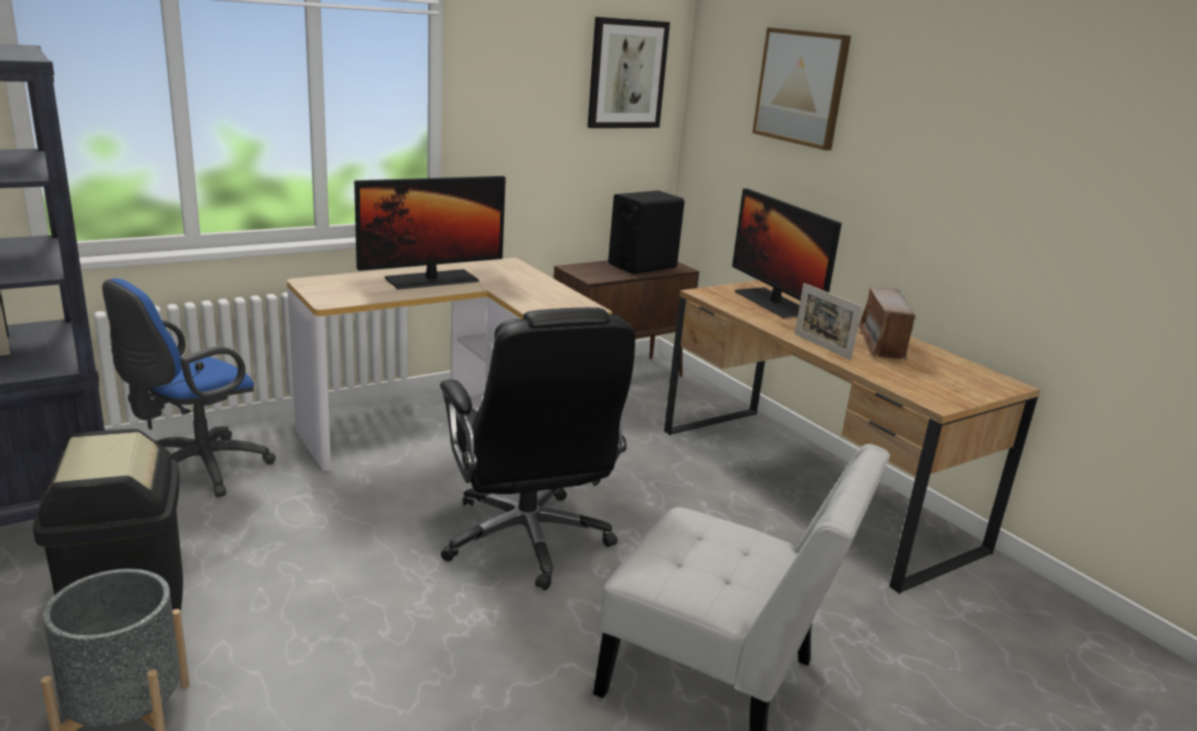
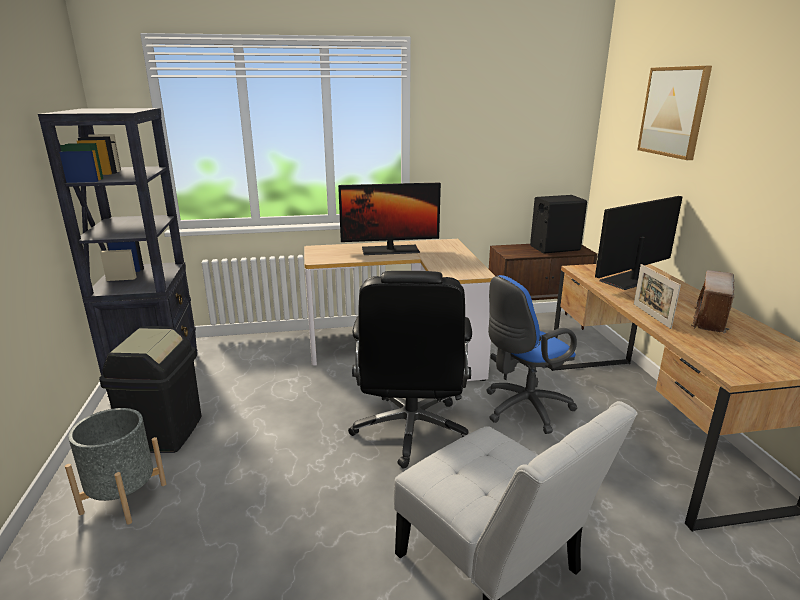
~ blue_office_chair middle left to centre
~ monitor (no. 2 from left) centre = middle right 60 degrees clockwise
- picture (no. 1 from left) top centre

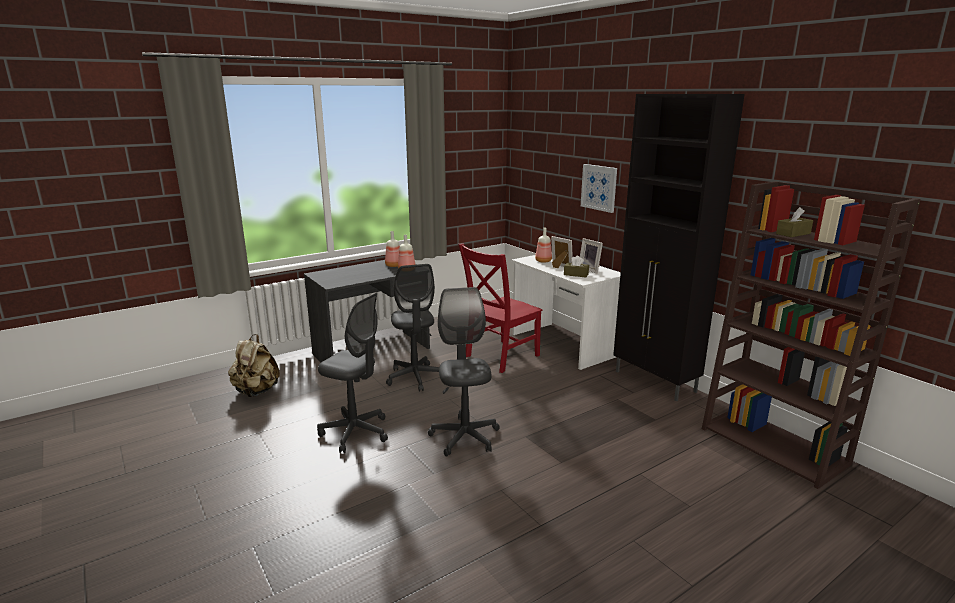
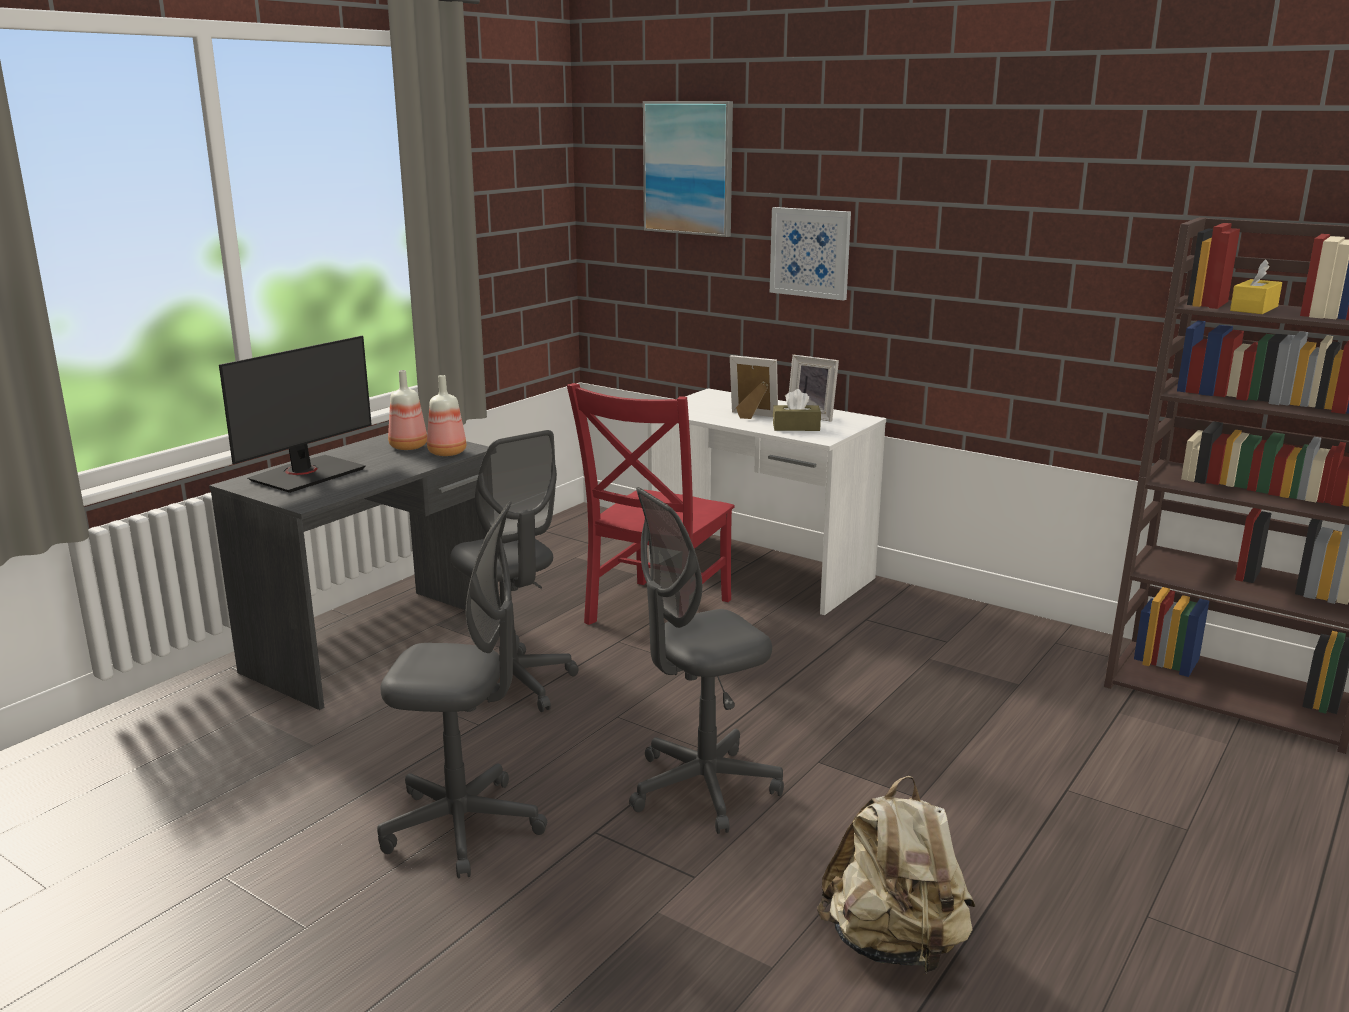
+ monitor middle left
~ grey_office_chair (no. 3 from left) centre = centre 90 degrees counterclockwise
+ picture (no. 1 from left) top centre
~ beige_backpack middle left to bottom centre
~ brown_tissue_box (no. 2 from left) middle right to yellow_tissue_box top right
- bottle (no. 3 from left) centre
- black_cabinet middle right

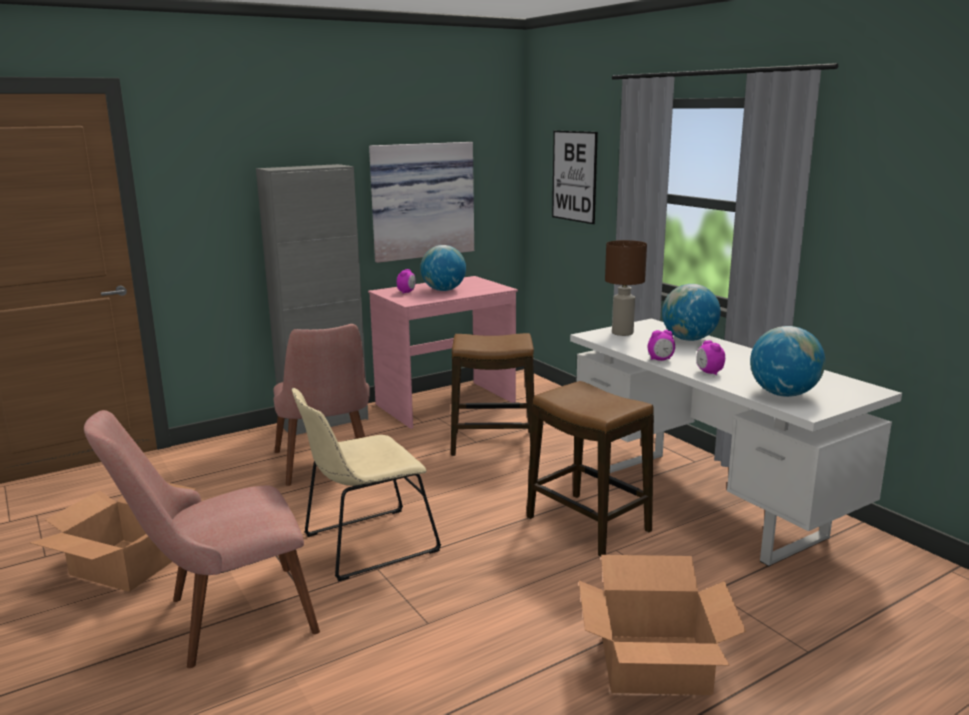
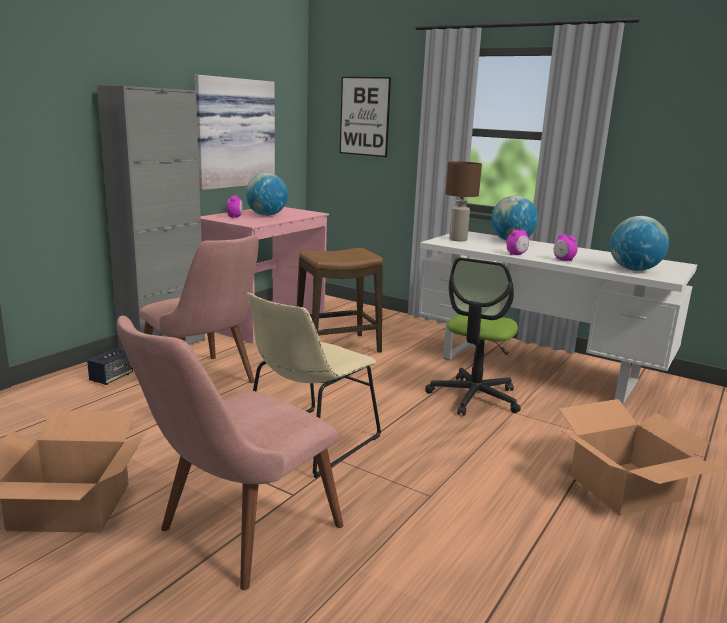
+ speaker middle left
~ stool (no. 2 from left) centre to office_chair centre

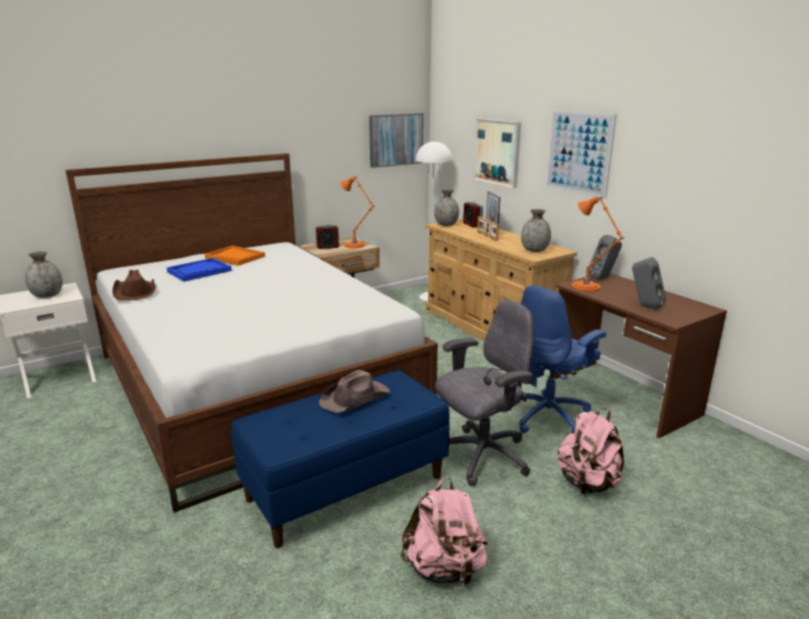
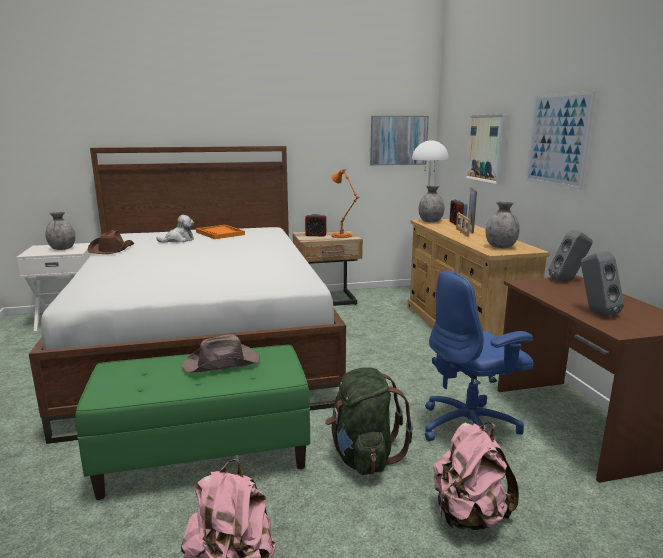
~ blue_bench bottom centre to green_bench bottom left
~ blue_tray middle left to plush_toy middle left
~ grey_office_chair centre to green_backpack bottom centre
- orange_table_lamp (no. 2 from left) middle right

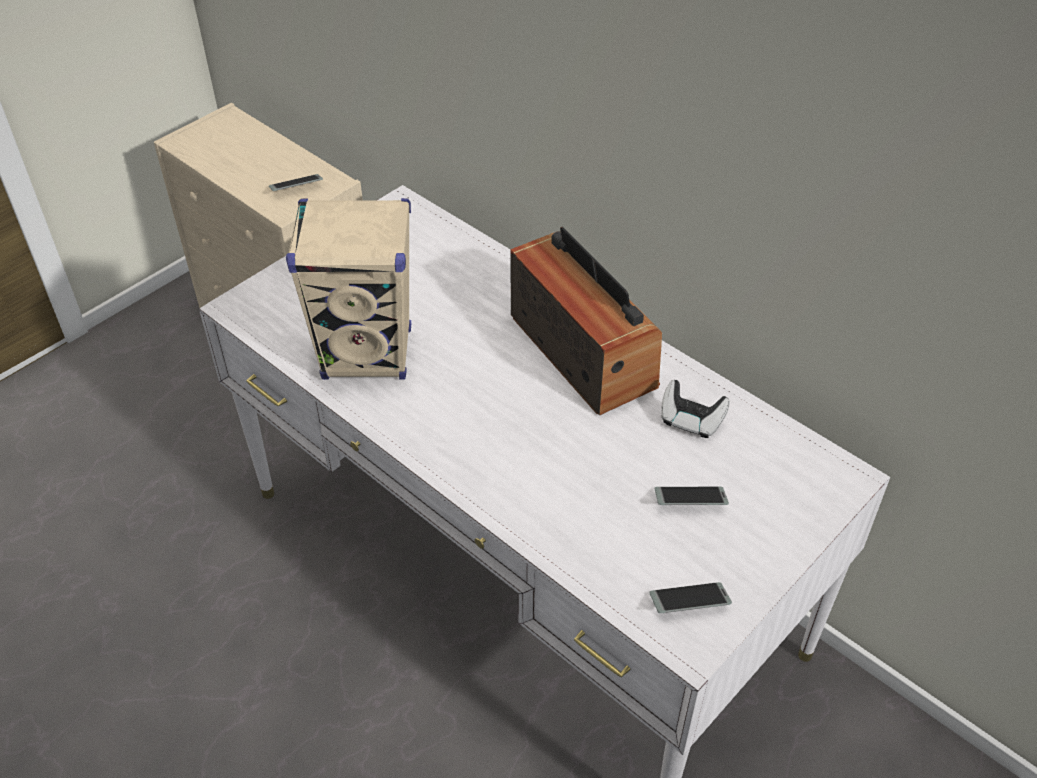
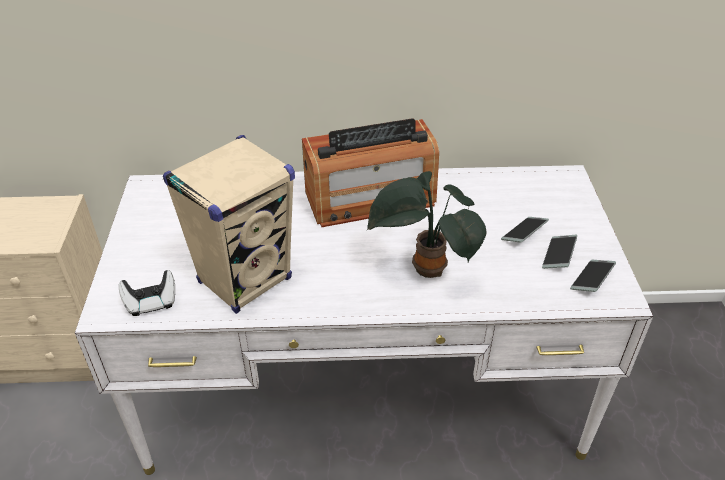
~ game_controller middle right to middle left
~ radio centre = centre 150 degrees clockwise
+ potted_plant centre
~ phone (no. 1 from left in the first image) top left to phone (no. 2 from left) middle right

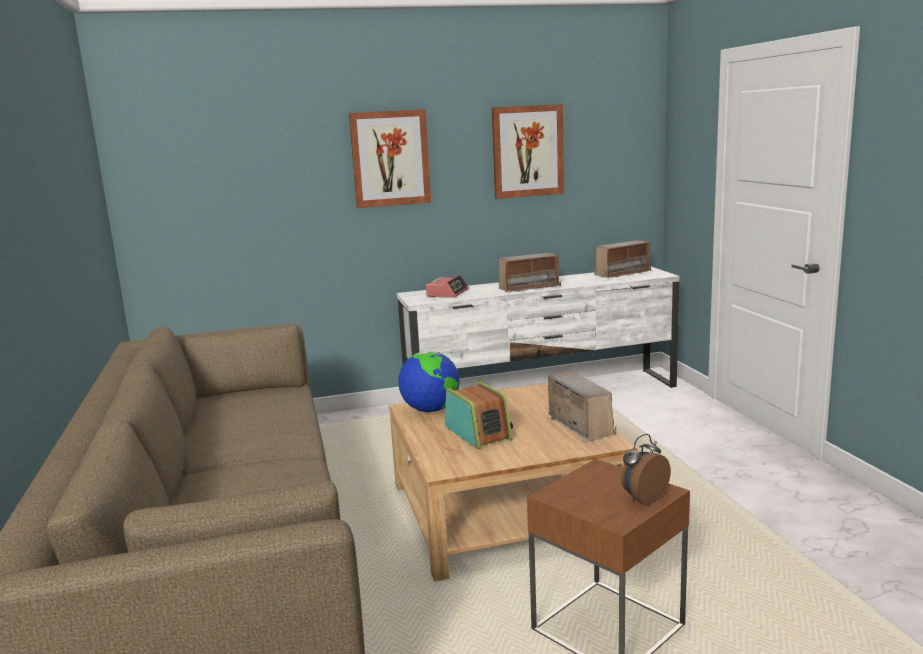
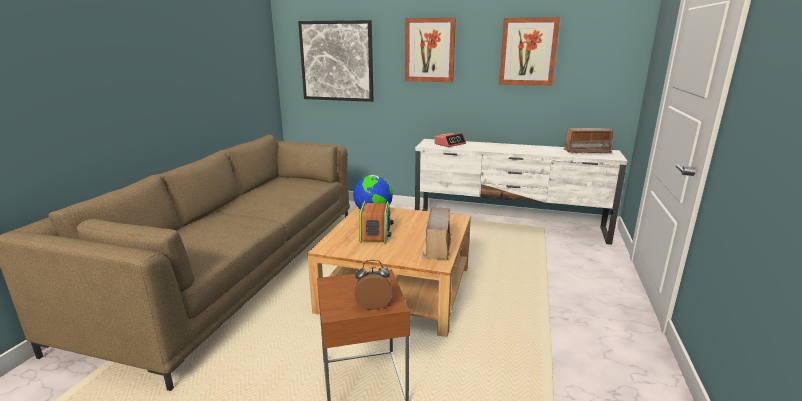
+ picture (no. 1 from left) top centre
- radio (no. 2 from left) centre

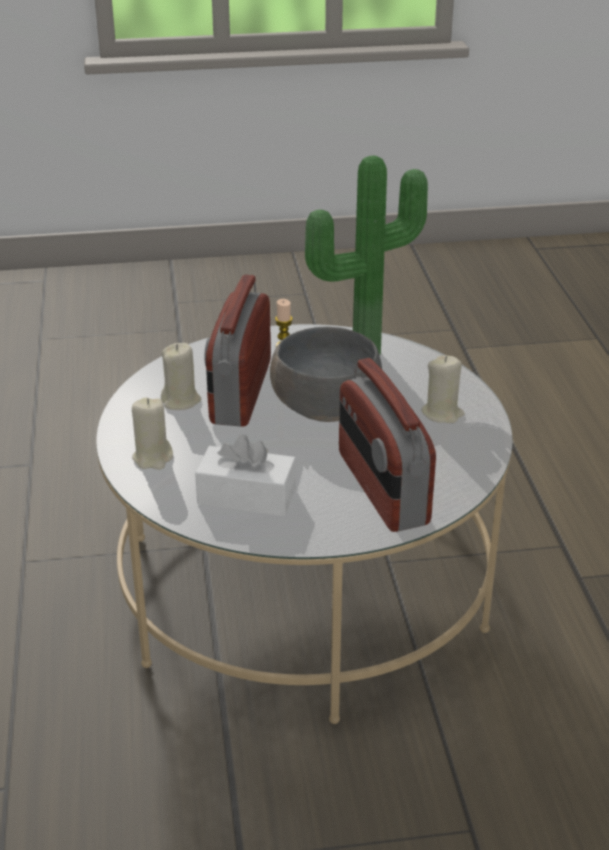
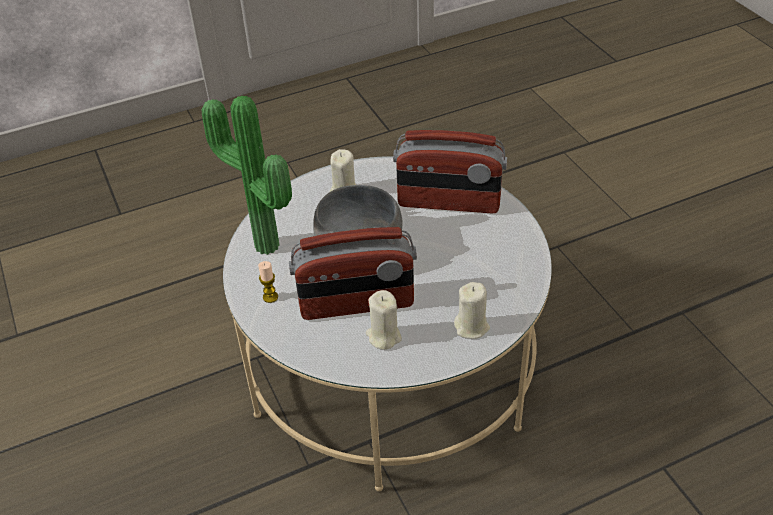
~ radio (no. 2 from left) centre = centre 45 degrees clockwise
- white_tissue_box centre

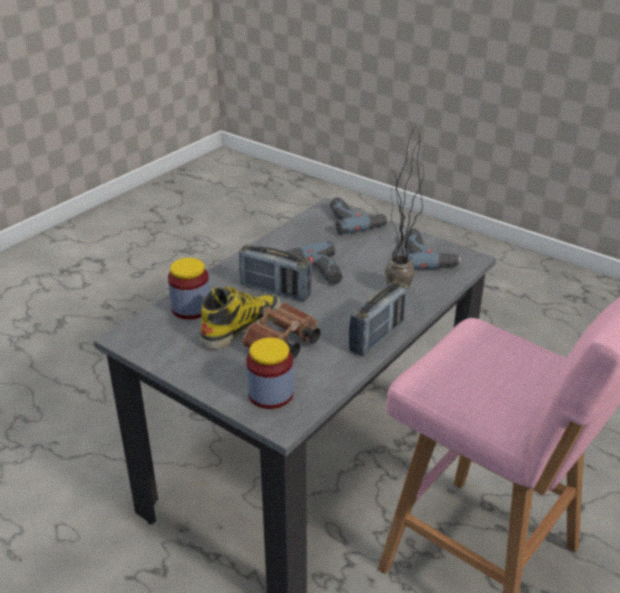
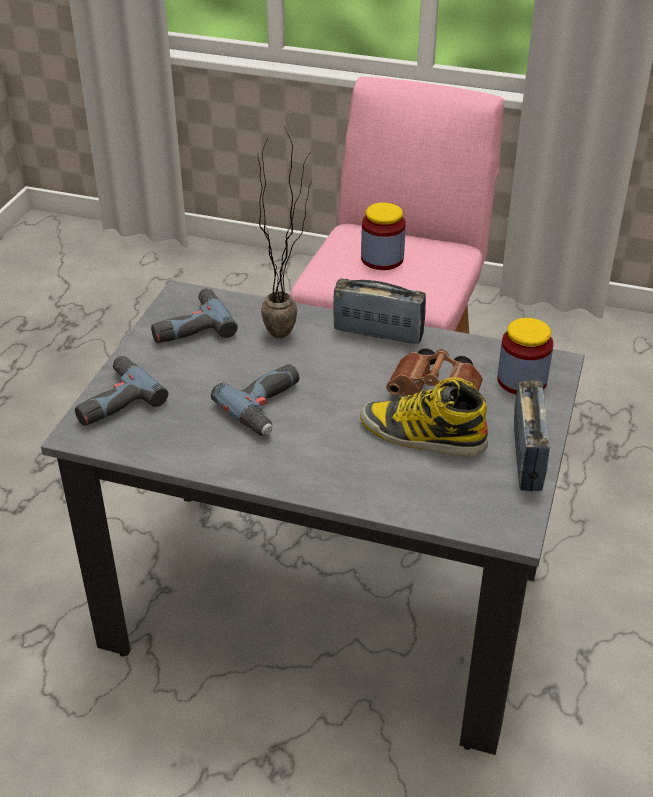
~ jar (no. 1 from left) middle left to top centre
~ radio (no. 1 from left in the first image) centre to radio (no. 2 from left) middle right

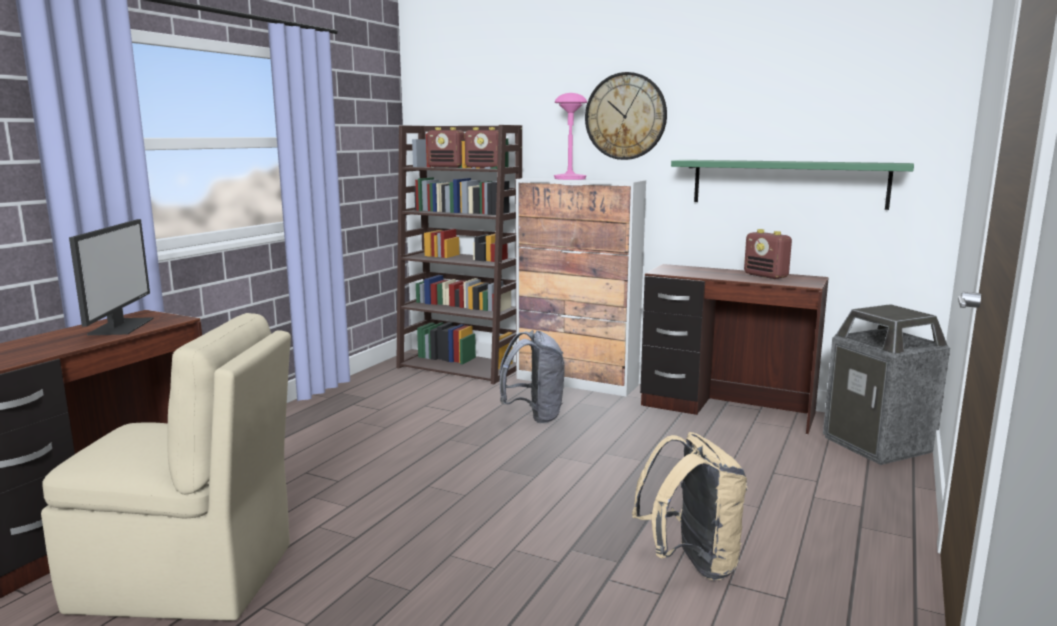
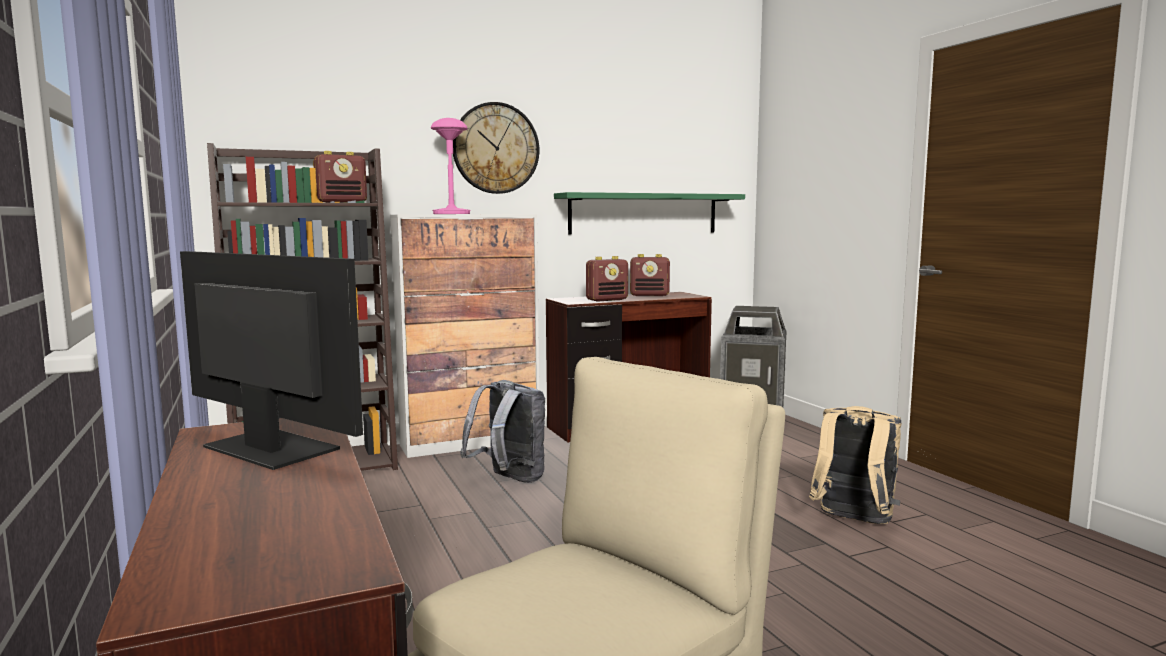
~ radio (no. 1 from left in the first image) top centre to radio (no. 2 from left) centre

